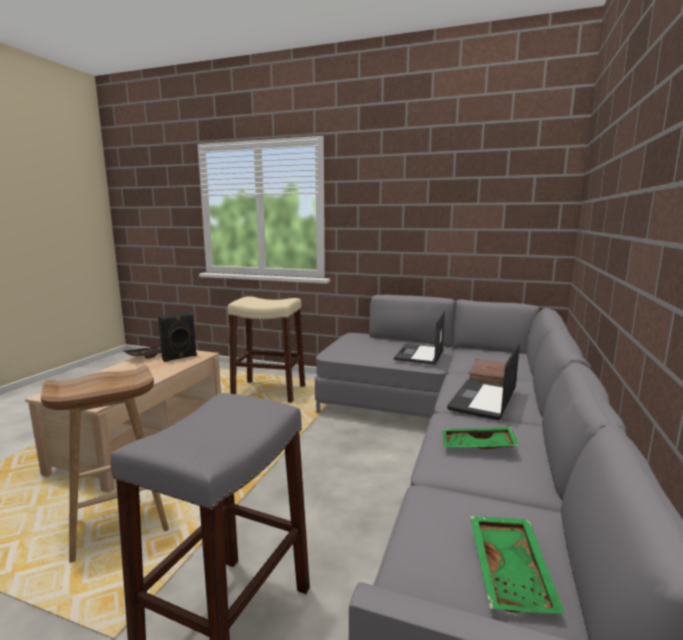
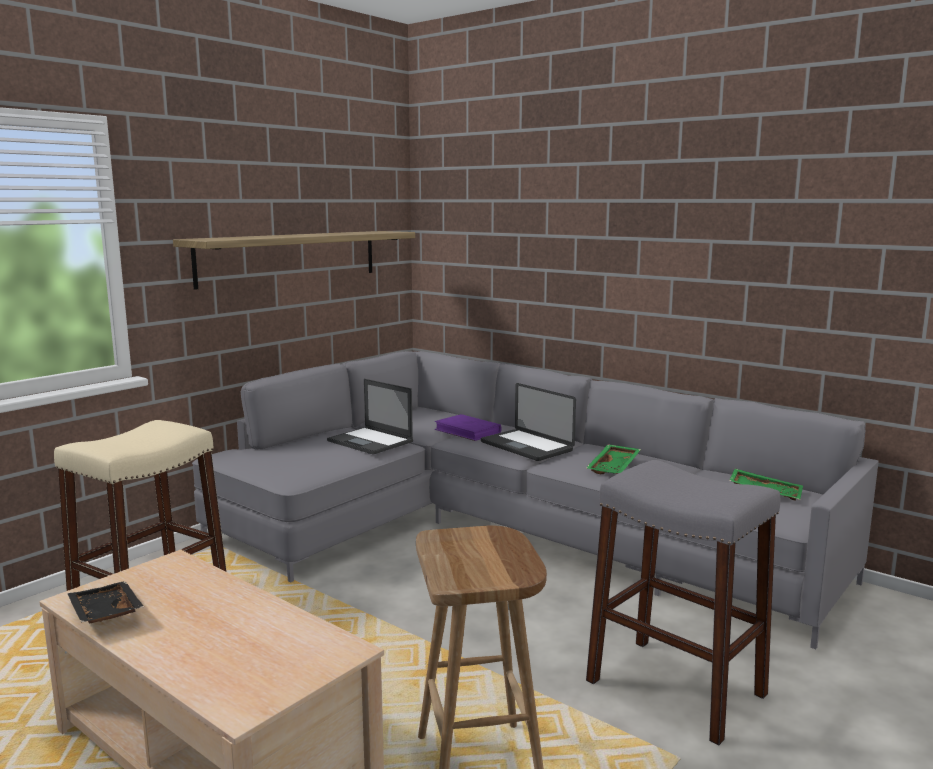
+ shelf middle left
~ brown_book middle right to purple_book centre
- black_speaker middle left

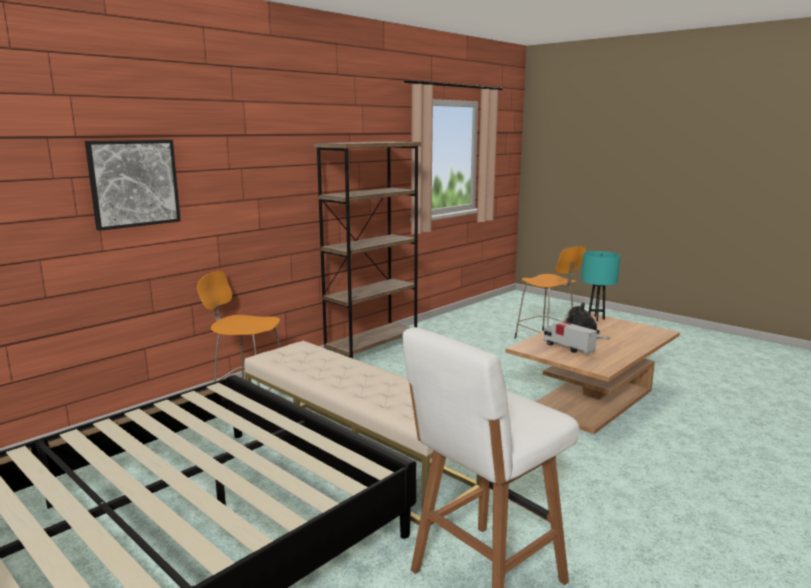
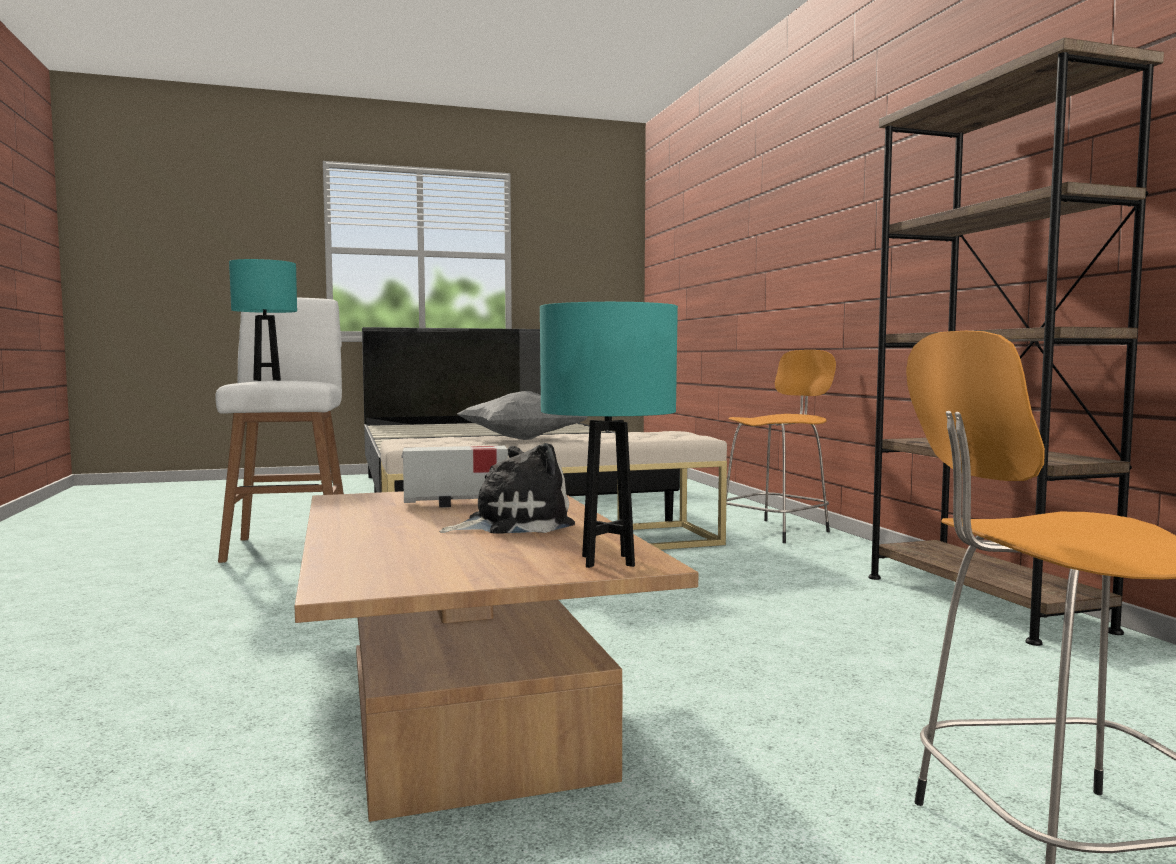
+ turquoise_table_lamp (no. 1 from left) middle left
+ grey_pillow centre
- picture top left

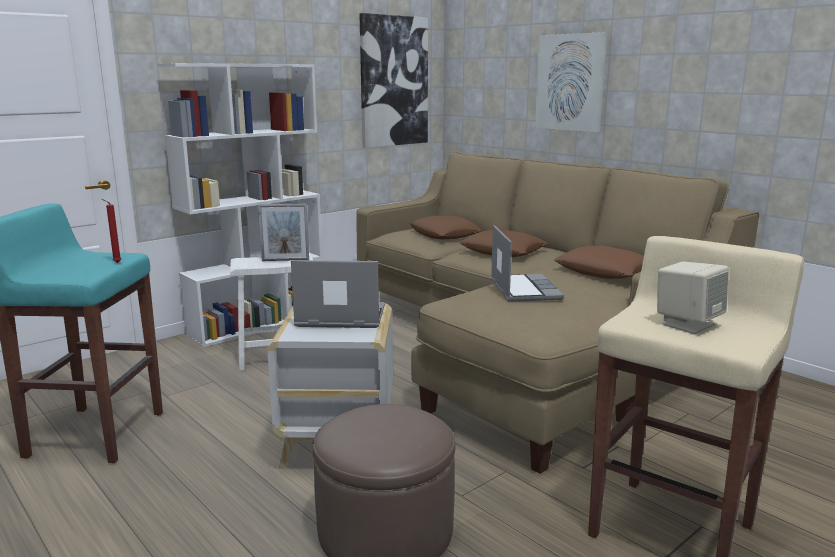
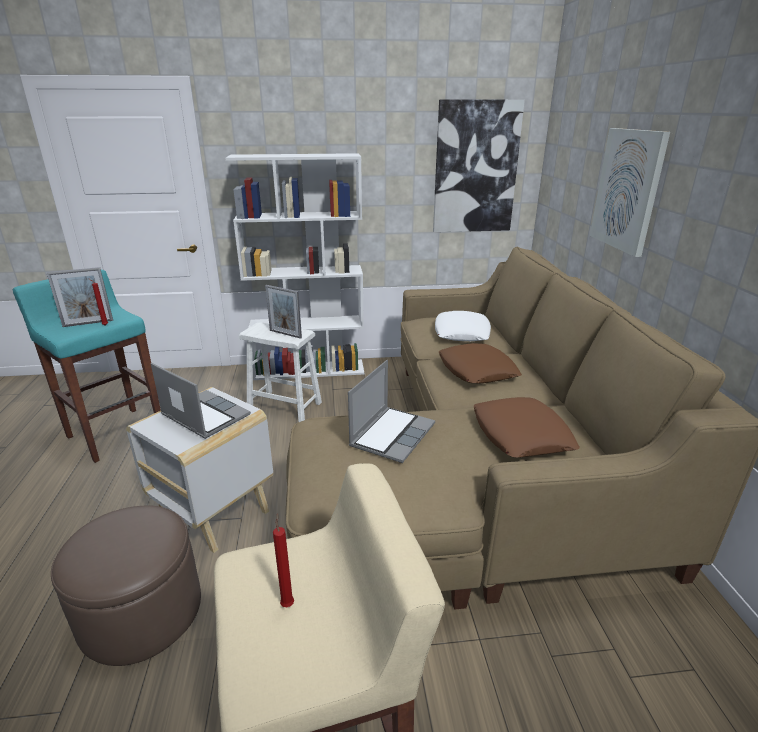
+ picture_frame (no. 1 from left) middle left
~ beige_speaker middle right to red_candle (no. 2 from left) bottom centre
~ brown_pillow (no. 1 from left) centre to white_pillow centre

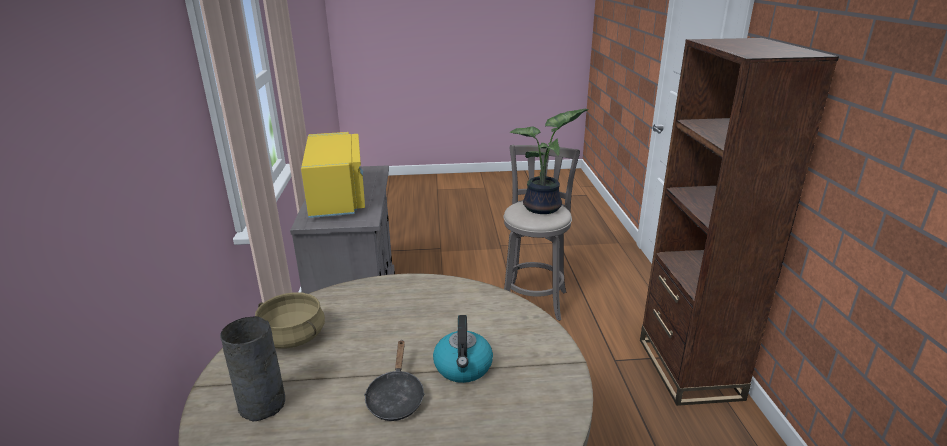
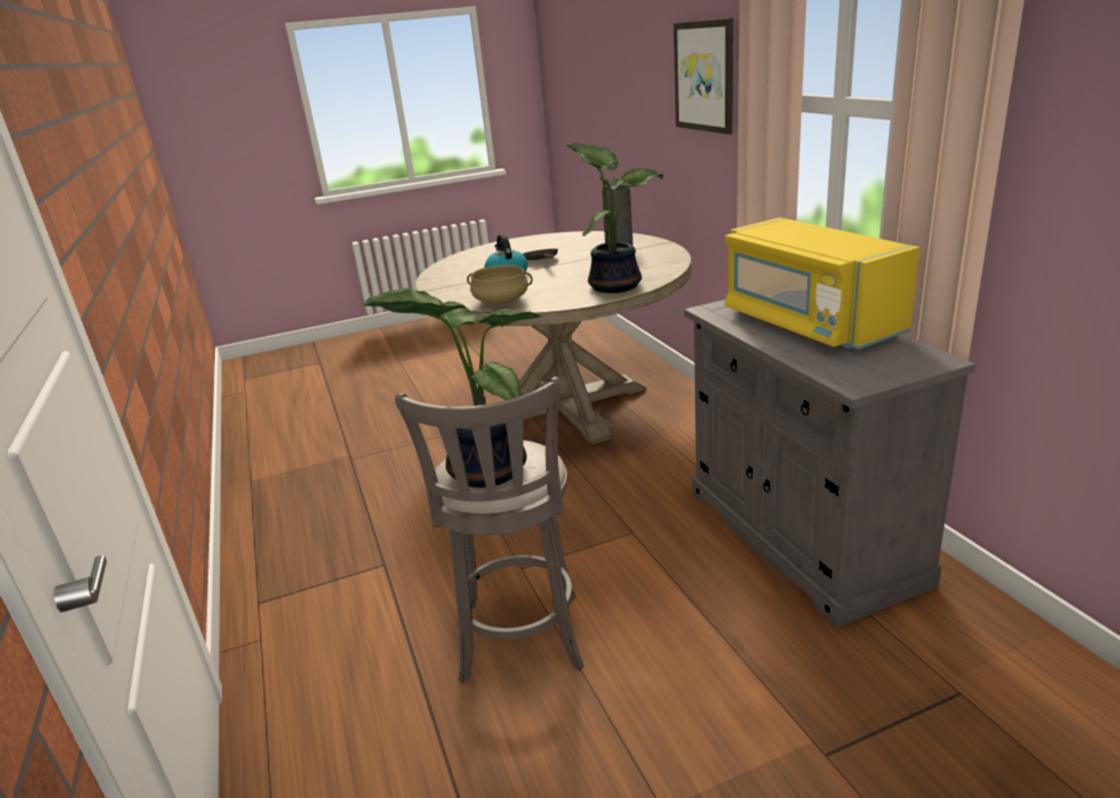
~ beige_cooking_pot bottom left to centre
+ potted_plant (no. 2 from left) top centre
+ picture top centre
- brown_bookcase middle right

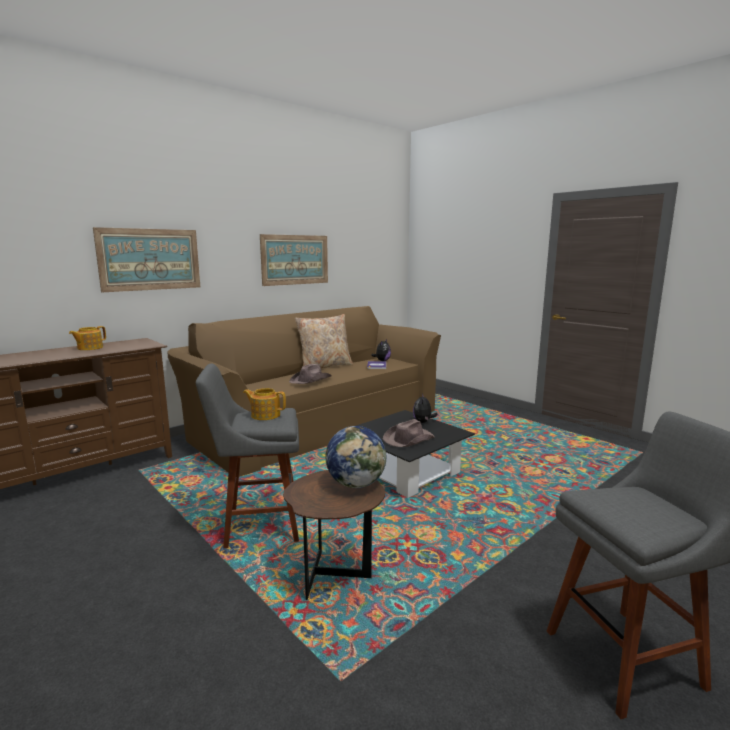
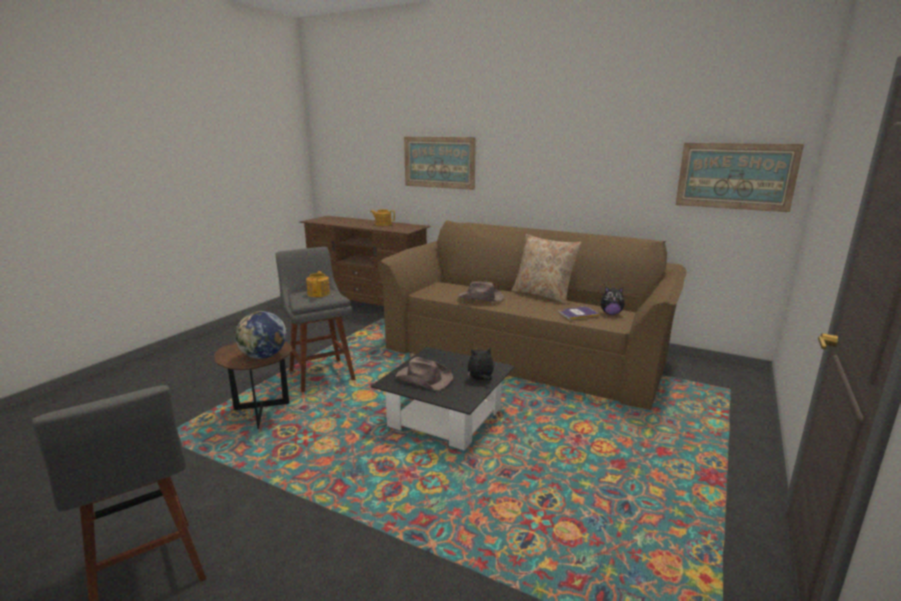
~ picture (no. 2 from left) centre to top right

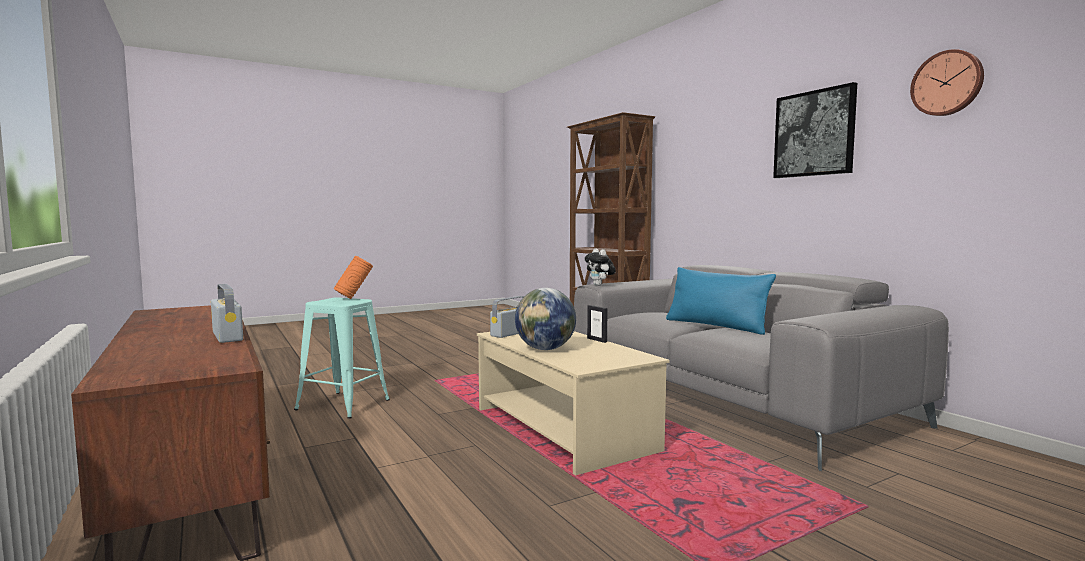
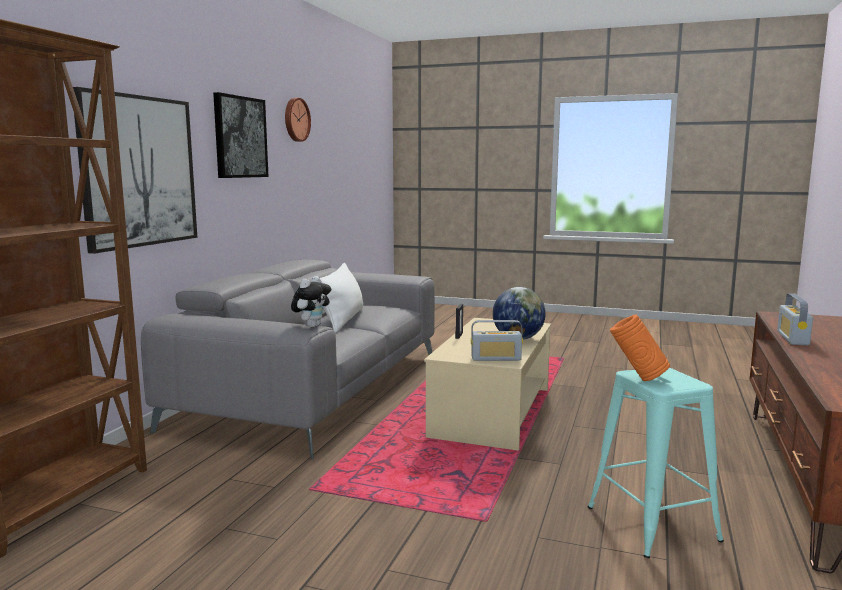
+ picture (no. 1 from left) top left
~ blue_pillow centre to white_pillow centre

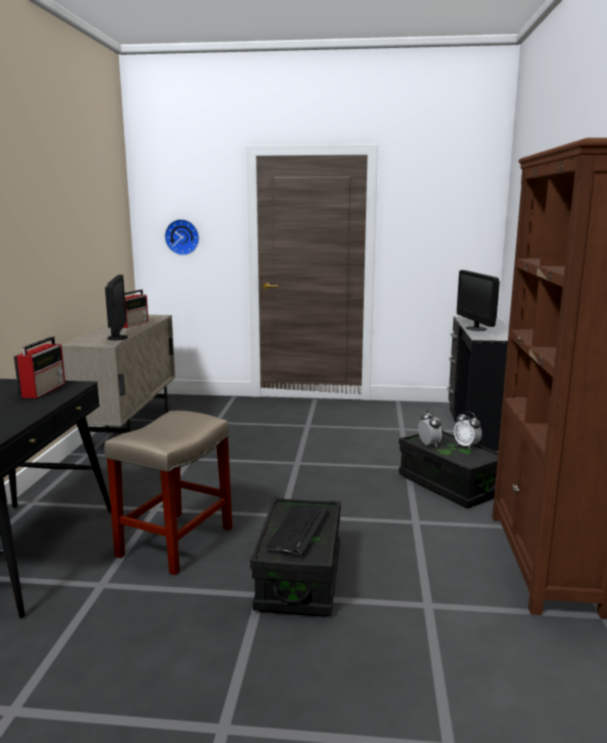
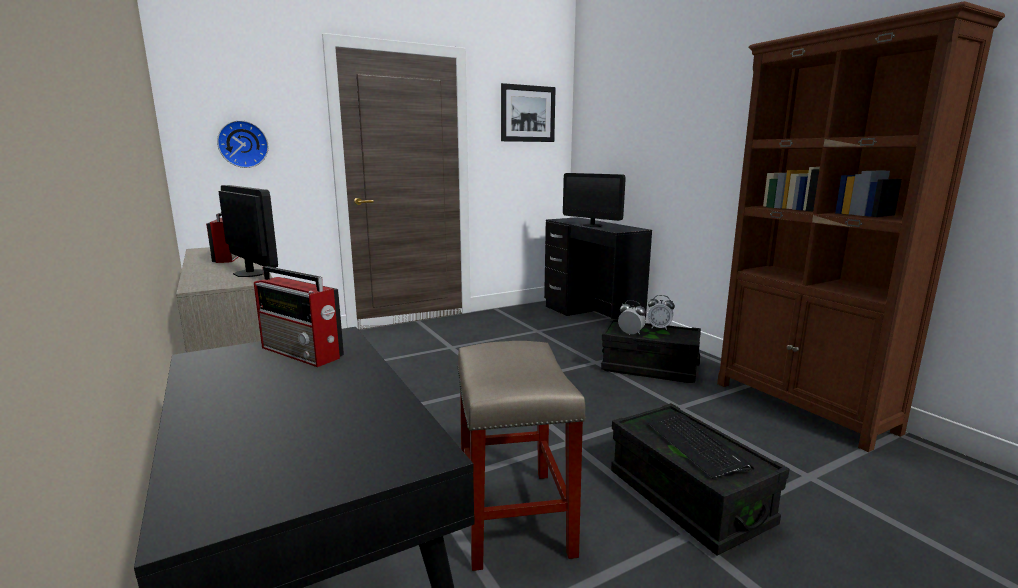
~ radio (no. 1 from left in the first image) middle left = middle left 150 degrees clockwise
+ picture top centre

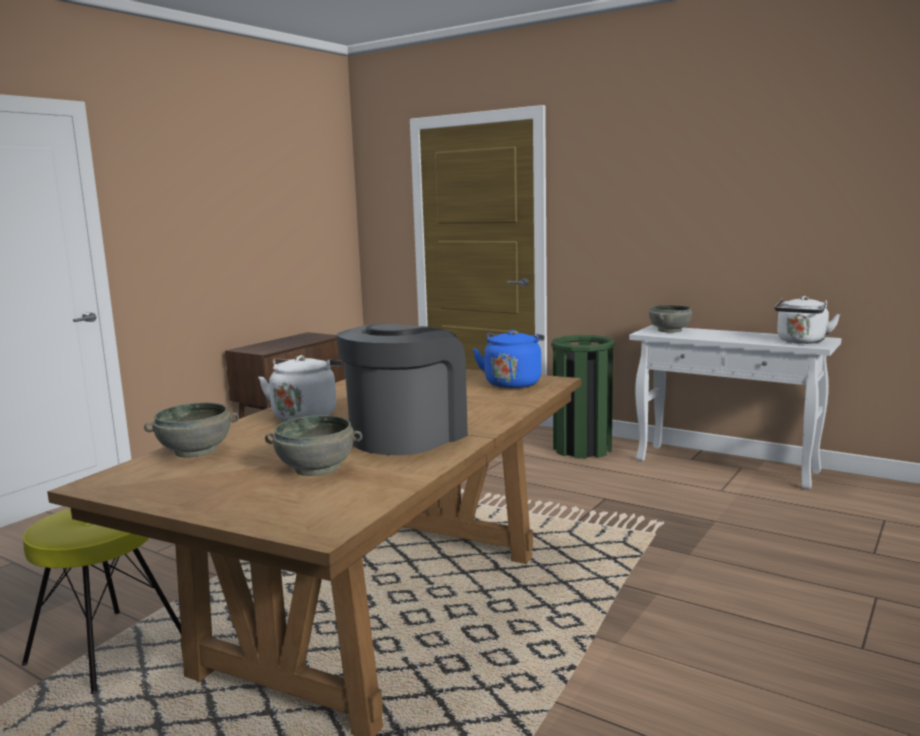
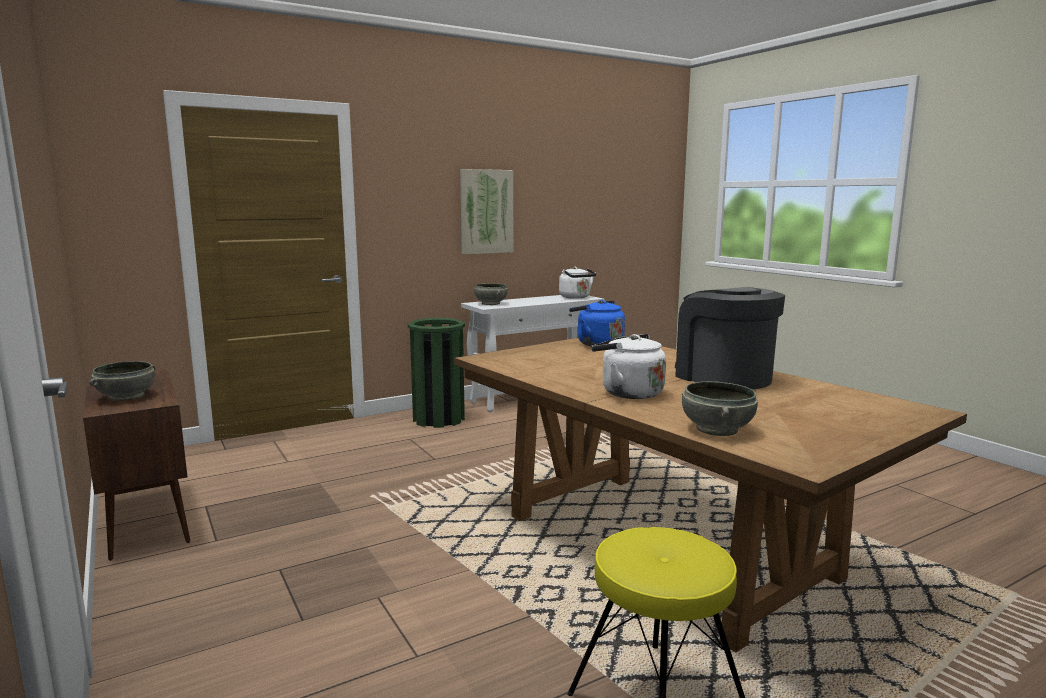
~ grey_bowl (no. 2 from left in the first image) centre to grey_bowl (no. 1 from left) middle left
+ picture top centre

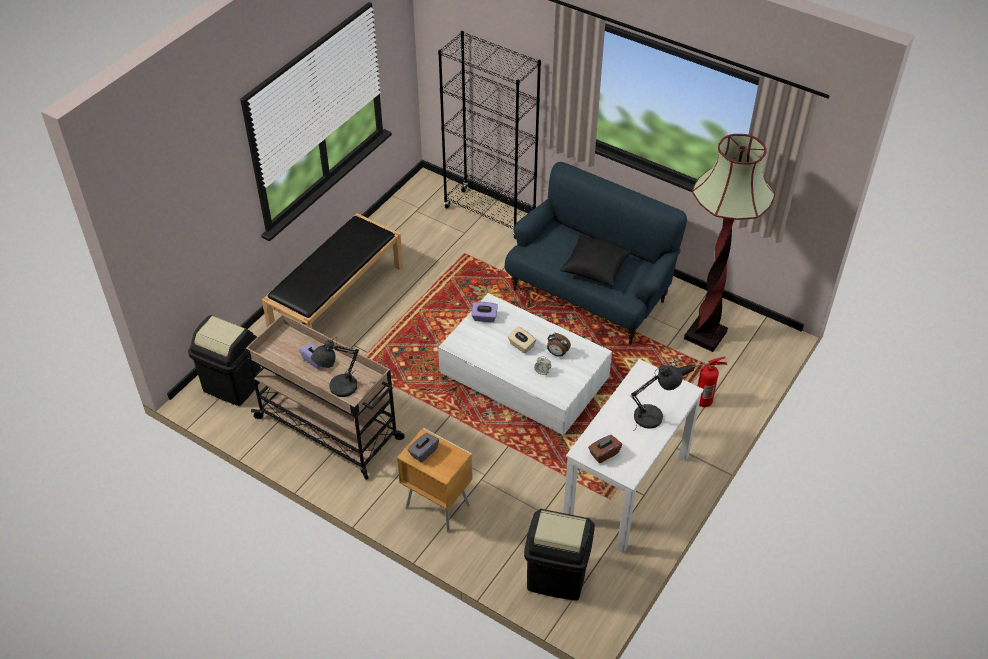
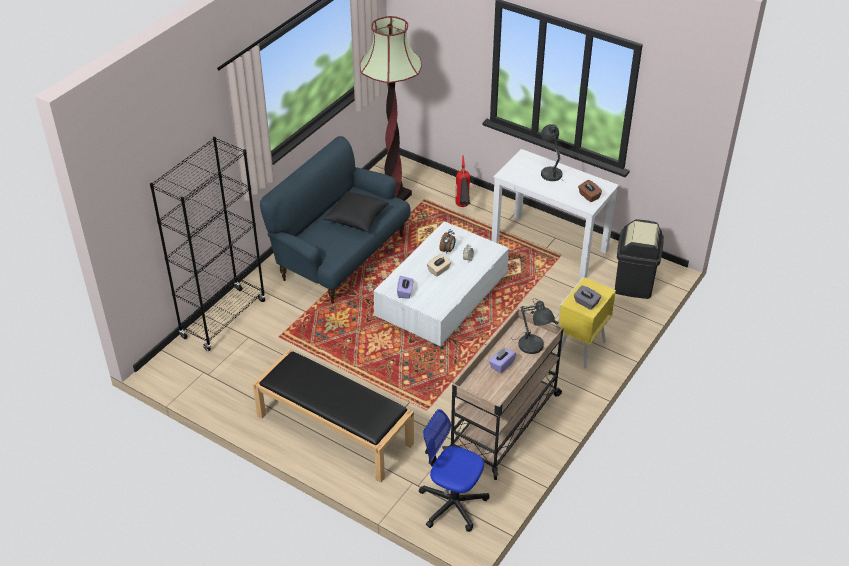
~ black_trash_can (no. 1 from left) middle left to office_chair bottom centre
~ brown_nightstand bottom centre to yellow_nightstand middle right

